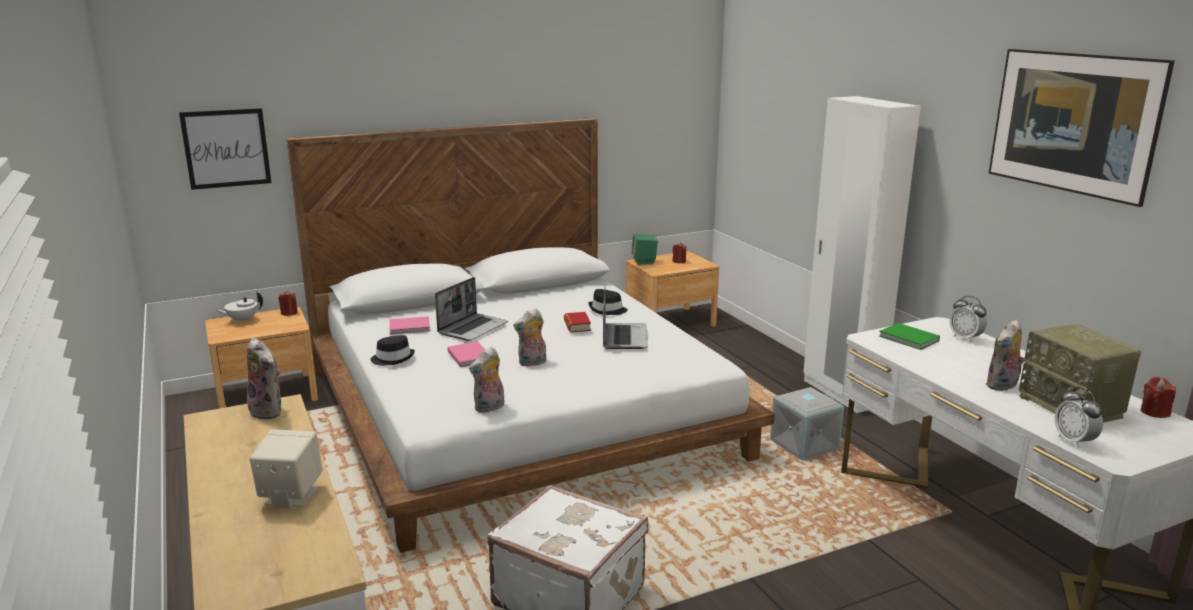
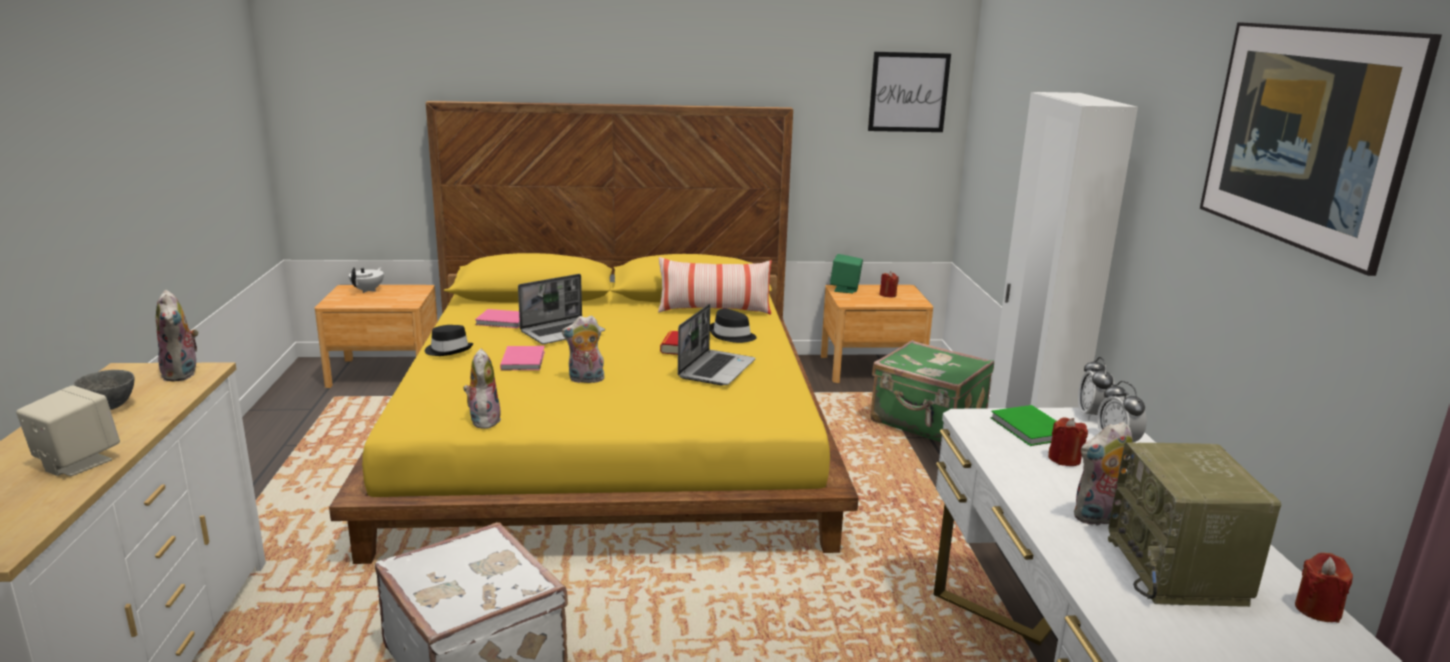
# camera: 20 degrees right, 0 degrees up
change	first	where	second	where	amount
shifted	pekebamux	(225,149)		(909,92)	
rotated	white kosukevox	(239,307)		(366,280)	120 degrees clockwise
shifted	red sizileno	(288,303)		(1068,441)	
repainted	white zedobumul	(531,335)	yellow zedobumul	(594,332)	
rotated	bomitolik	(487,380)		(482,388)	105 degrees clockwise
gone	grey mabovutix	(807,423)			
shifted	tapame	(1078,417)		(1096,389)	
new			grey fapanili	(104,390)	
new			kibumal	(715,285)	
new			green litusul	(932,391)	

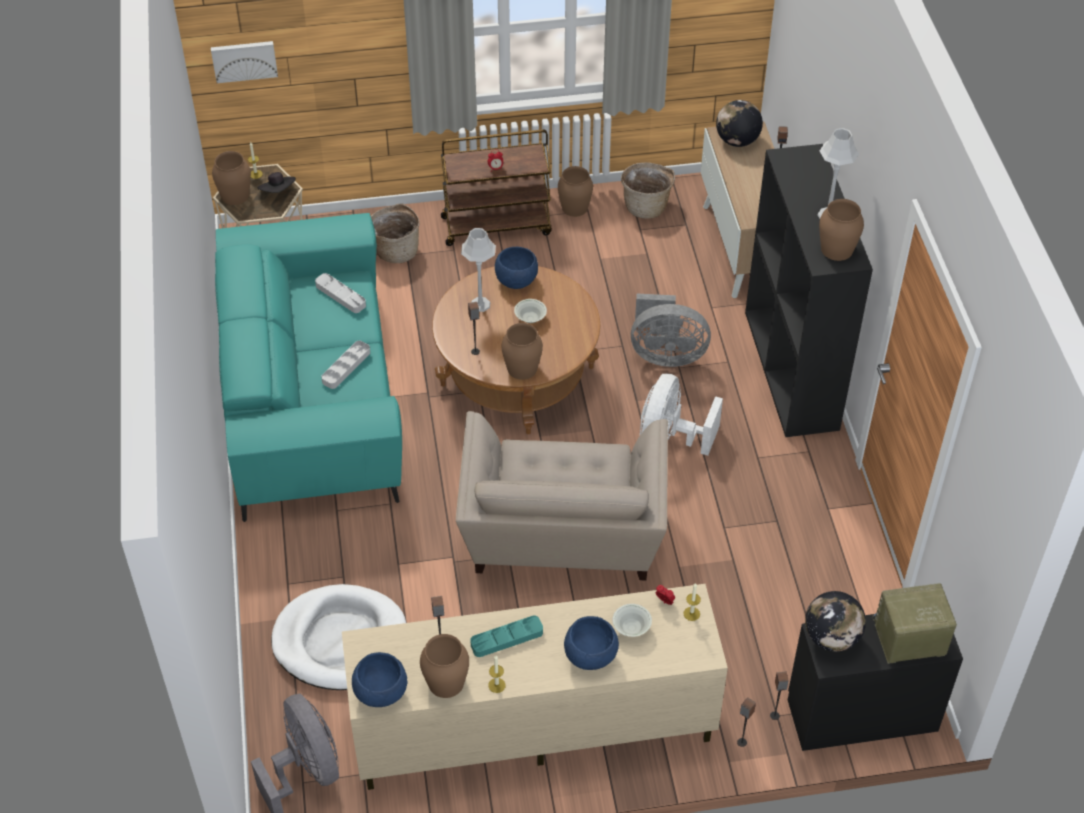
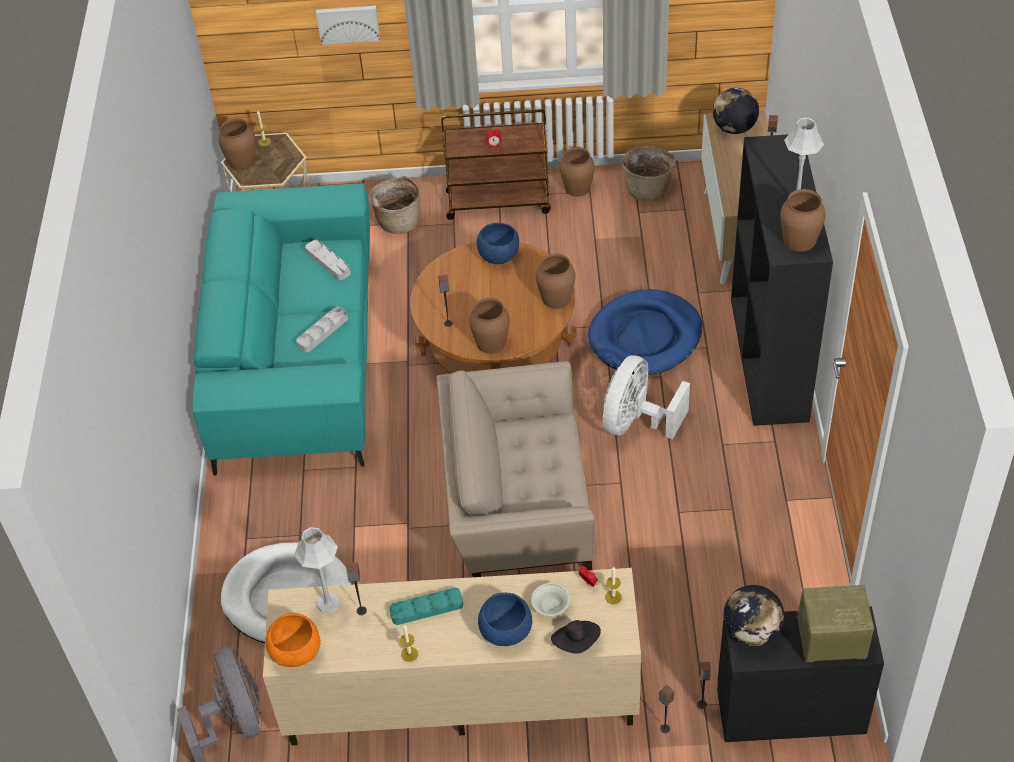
# camera: 10 degrees right, 0 degrees up
change	first	where	second	where	amount
shifted	pekebamux	(244,62)		(348,25)	
shifted	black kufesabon	(276,182)		(576,637)	
repainted	blue fapanili	(379,679)	orange fapanili	(293,640)	
shifted	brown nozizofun	(444,666)		(555,281)	
rotated	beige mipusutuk	(562,495)		(515,469)	75 degrees clockwise
shifted	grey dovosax	(478,270)		(317,570)	
gone	white fapanili	(530,311)			
swapped	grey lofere	(671,330)	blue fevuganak	(645,332)	

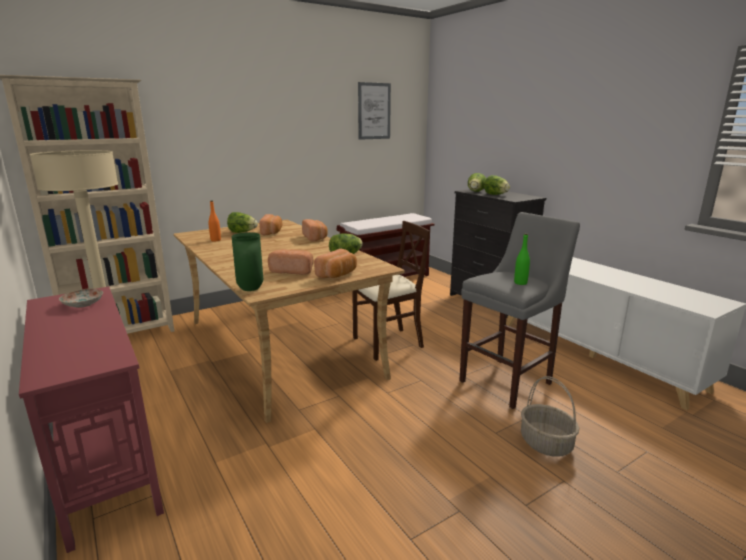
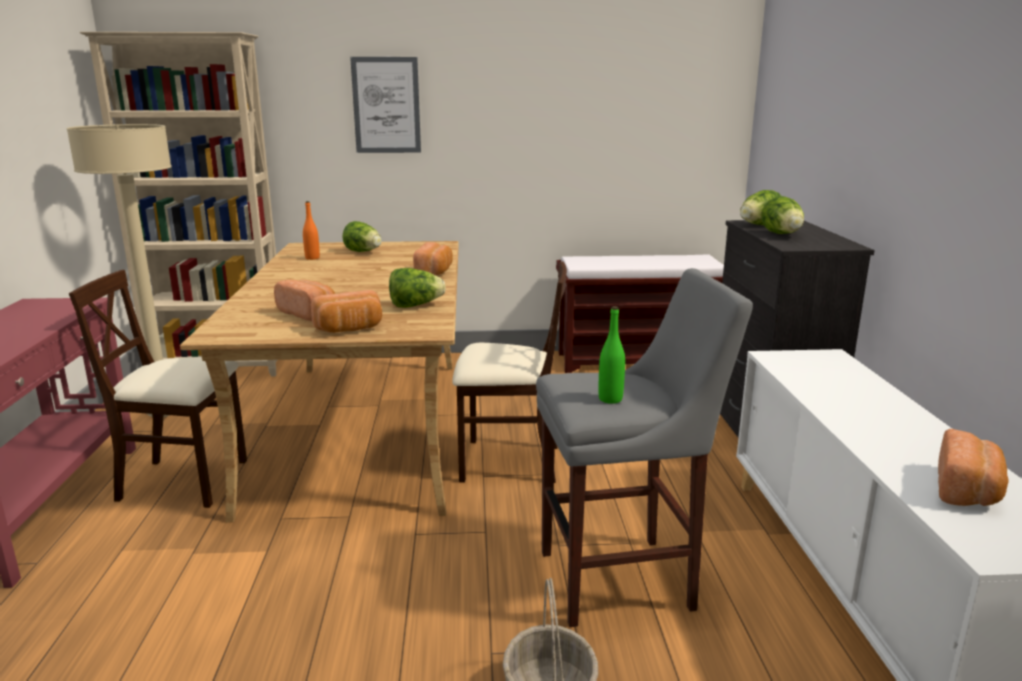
# camera: 30 degrees right, 0 degrees up
change	first	where	second	where	amount
gone	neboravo	(81,298)			
gone	green nozizofun	(247,261)			
shifted	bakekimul	(270,224)		(973,467)	
shifted	pekebamux	(374,111)		(385,105)	
new			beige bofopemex	(158,389)	

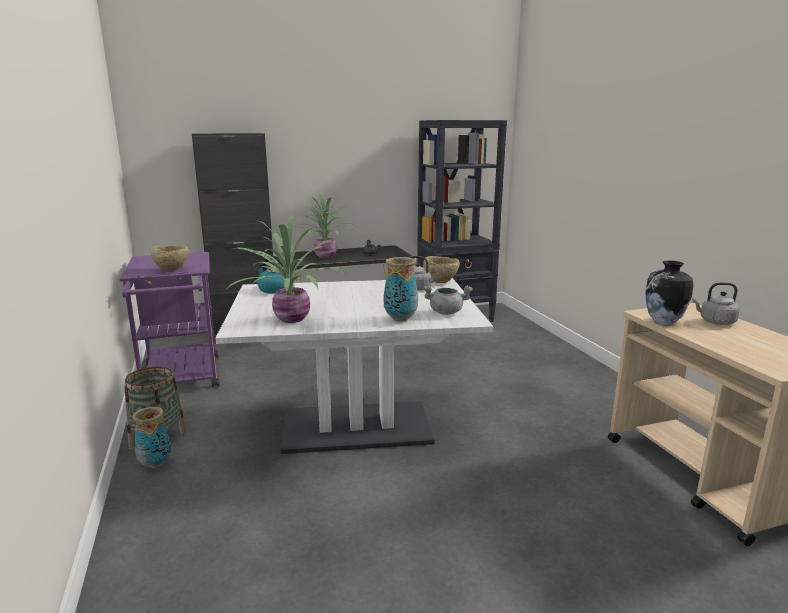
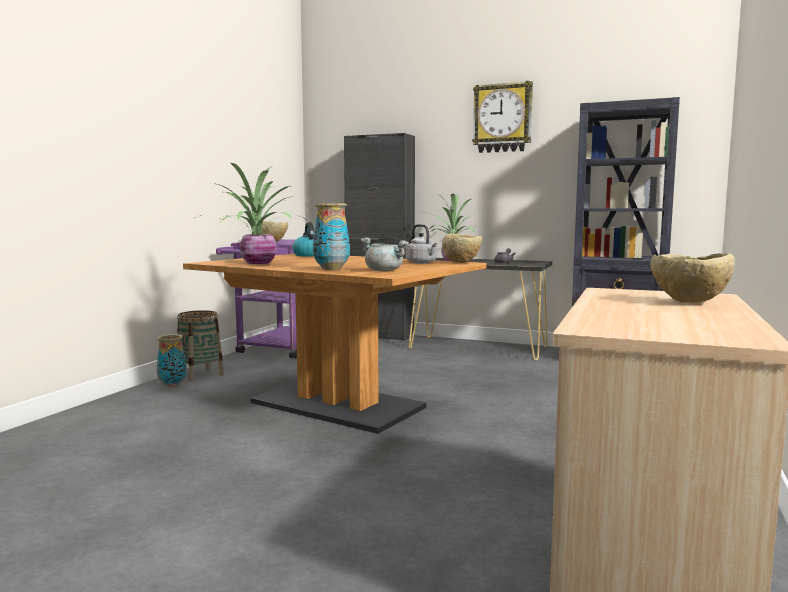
# camera: 40 degrees right, 10 degrees down
change	first	where	second	where	amount
repainted	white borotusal	(354,366)	brown borotusal	(335,344)	
gone	nozizofun	(669,292)			
swapped	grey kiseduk	(716,303)	beige fapanili	(692,278)	
new			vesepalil	(502,117)	

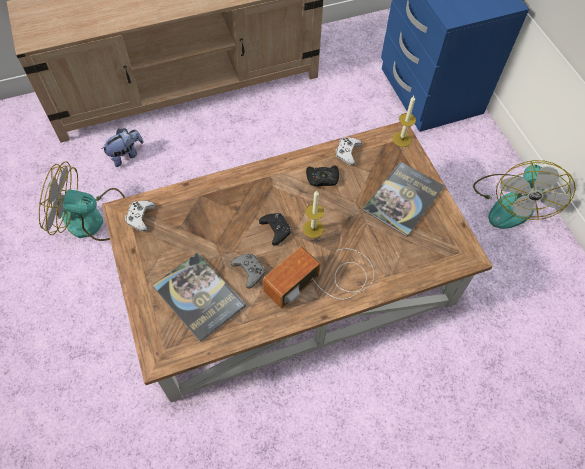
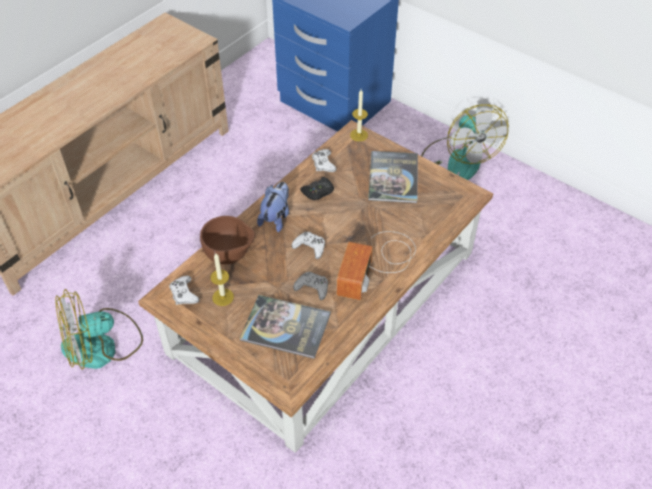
# camera: 30 degrees left, 10 degrees down
change	first	where	second	where	amount
shifted	bomitolik	(122,148)		(273,207)	
repainted	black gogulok	(275,229)	white gogulok	(308,245)	
shifted	sizileno	(313,214)		(222,279)	
new			brown fapanili	(227,240)	

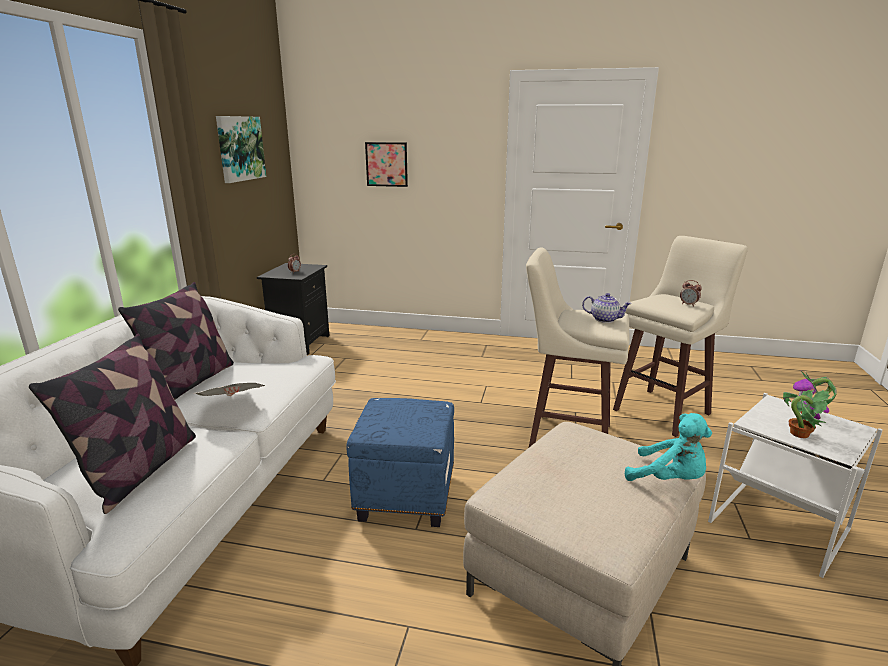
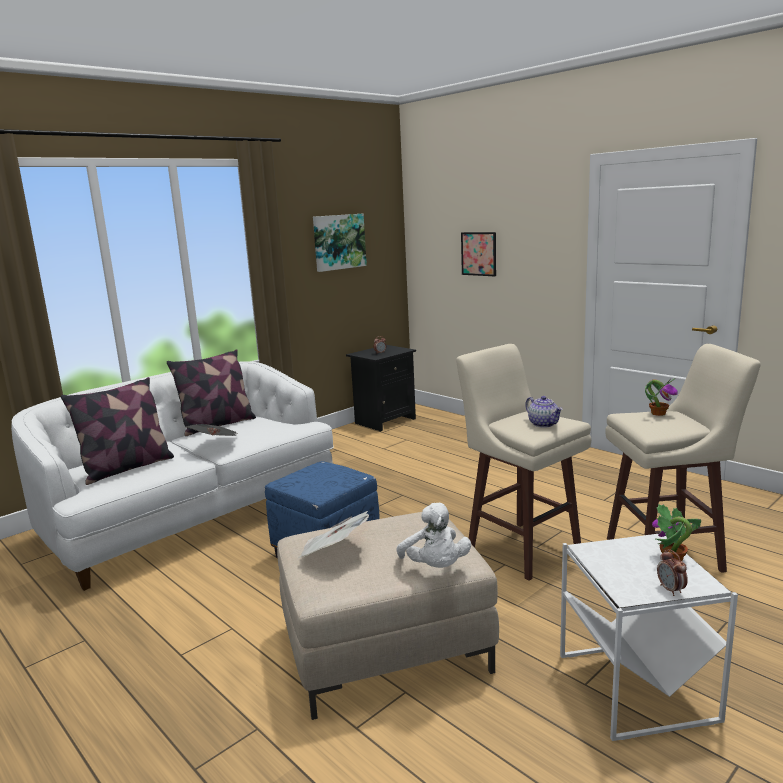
# camera: 35 degrees right, 5 degrees down
change	first	where	second	where	amount
repainted	turquoise bomitolik	(668,447)	white bomitolik	(433,535)	
shifted	tapame	(691,293)		(672,572)	
shifted	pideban	(806,413)		(661,397)	
new			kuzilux	(333,535)	

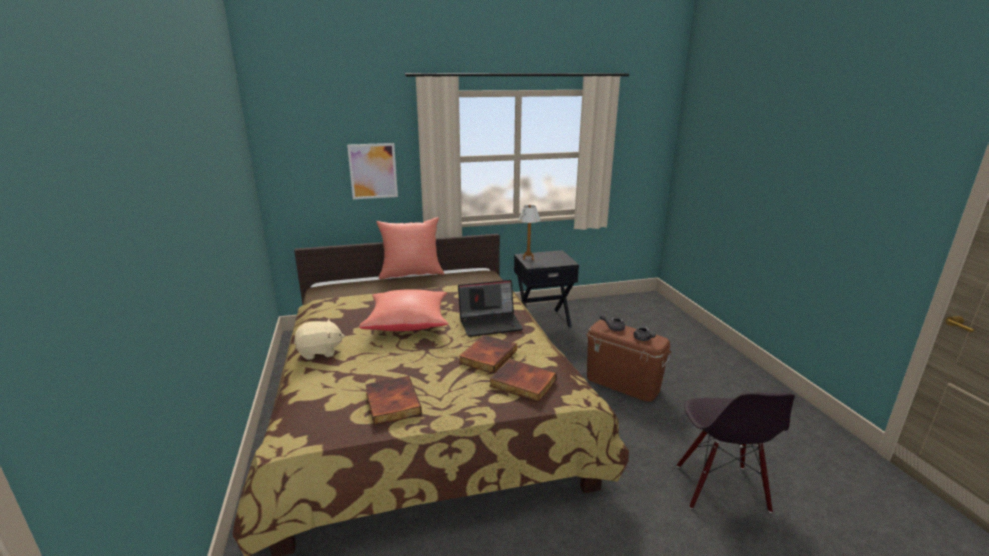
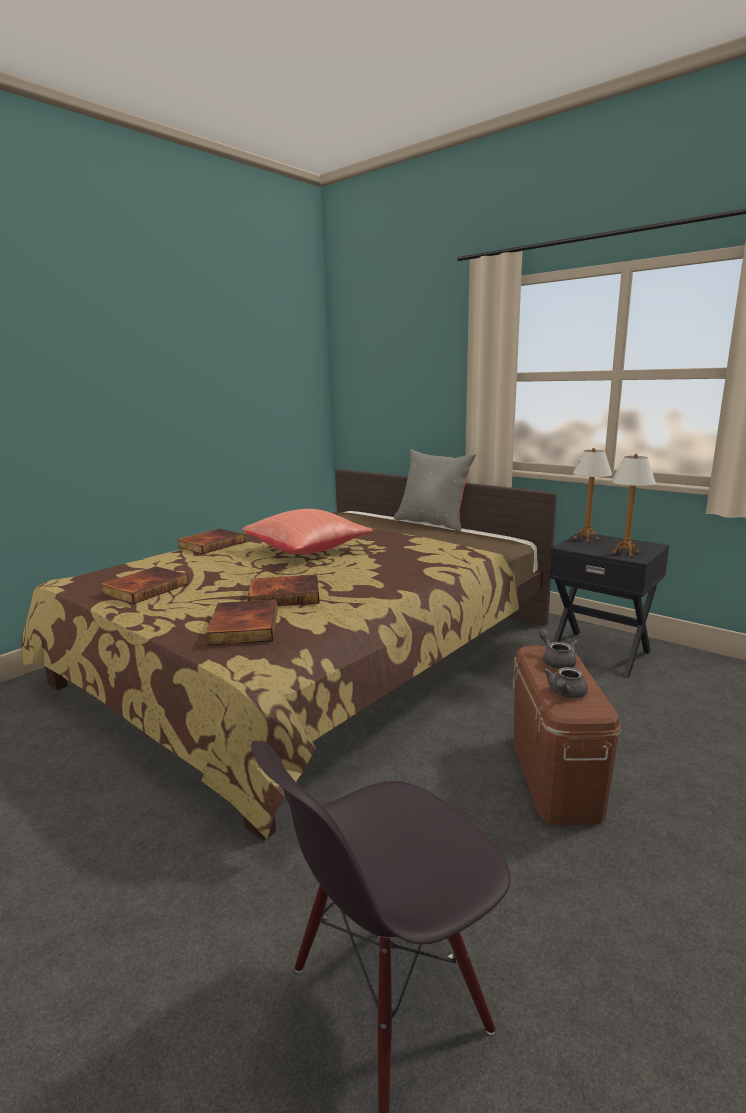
# camera: 55 degrees right, 5 degrees down
change	first	where	second	where	amount
swapped	beige bomitolik	(319,339)	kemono	(211,541)	
gone	pekebamux	(372,171)			
repainted	red kibumal	(410,248)	grey kibumal	(435,490)	
gone	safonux	(490,308)			
new			dovosax	(634,505)	

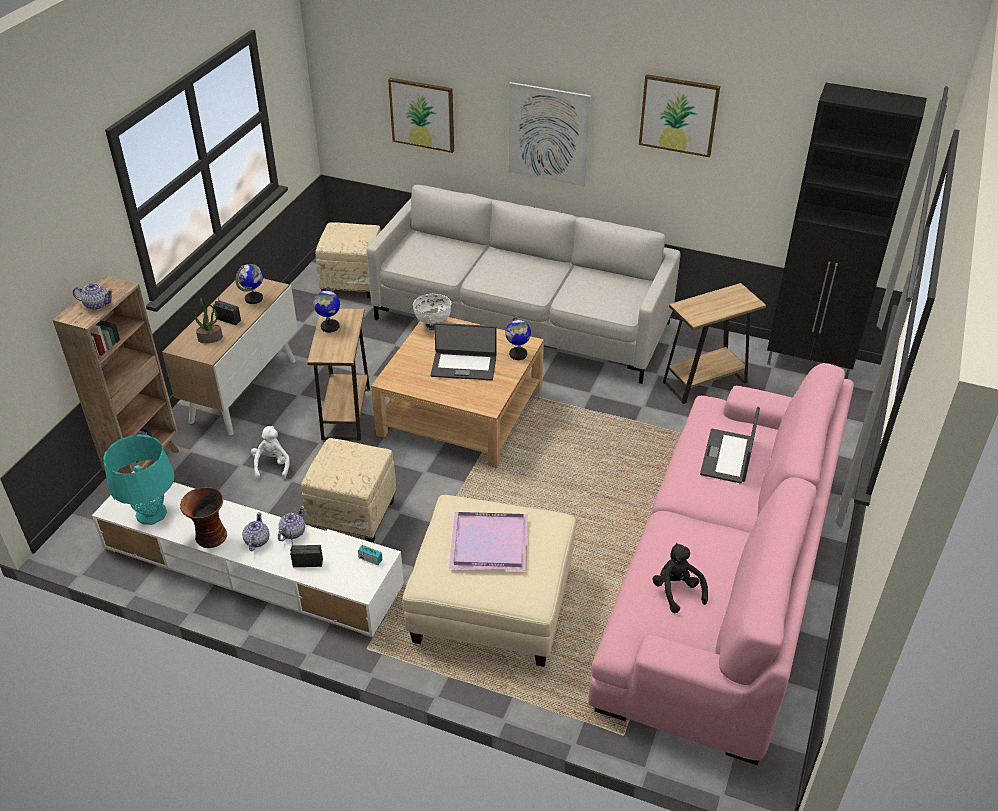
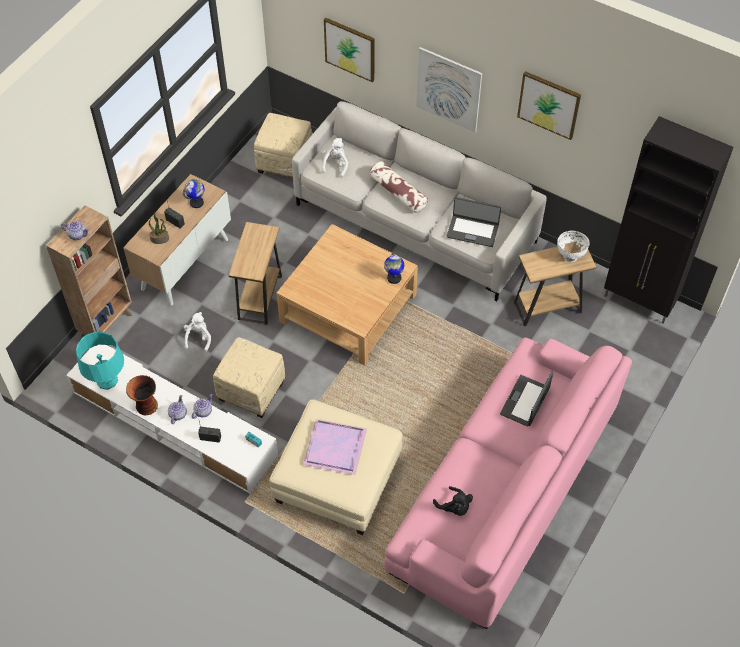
# camera: 10 degrees right, 15 degrees up
change	first	where	second	where	amount
gone	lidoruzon	(326,309)			
shifted	white fapanili	(432,313)		(573,246)	
shifted	safonux	(463,351)		(474,222)	
rotated	black bomitolik	(680,578)		(453,501)	150 degrees clockwise
new			white bomitolik	(335,158)	
new			kibumal	(399,187)	

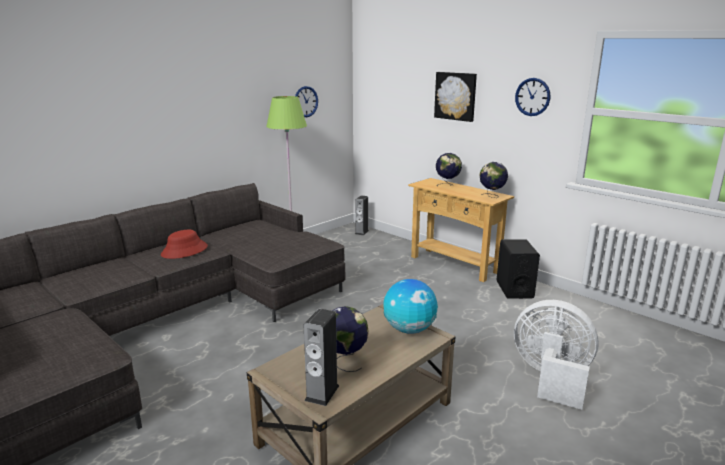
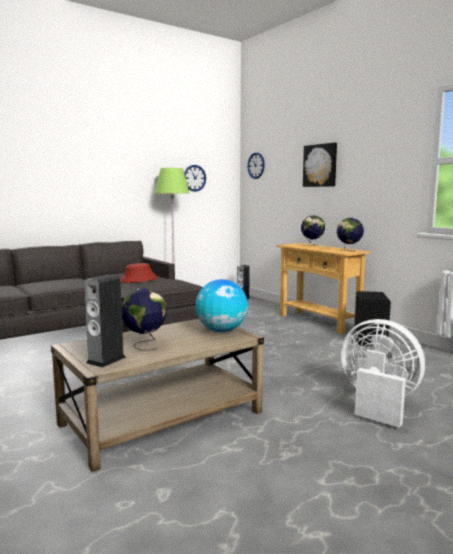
# camera: 10 degrees right, 10 degrees down
change	first	where	second	where	amount
shifted	red kufesabon	(184,244)		(139,273)	
shifted	vesepalil	(532,97)		(256,165)	

